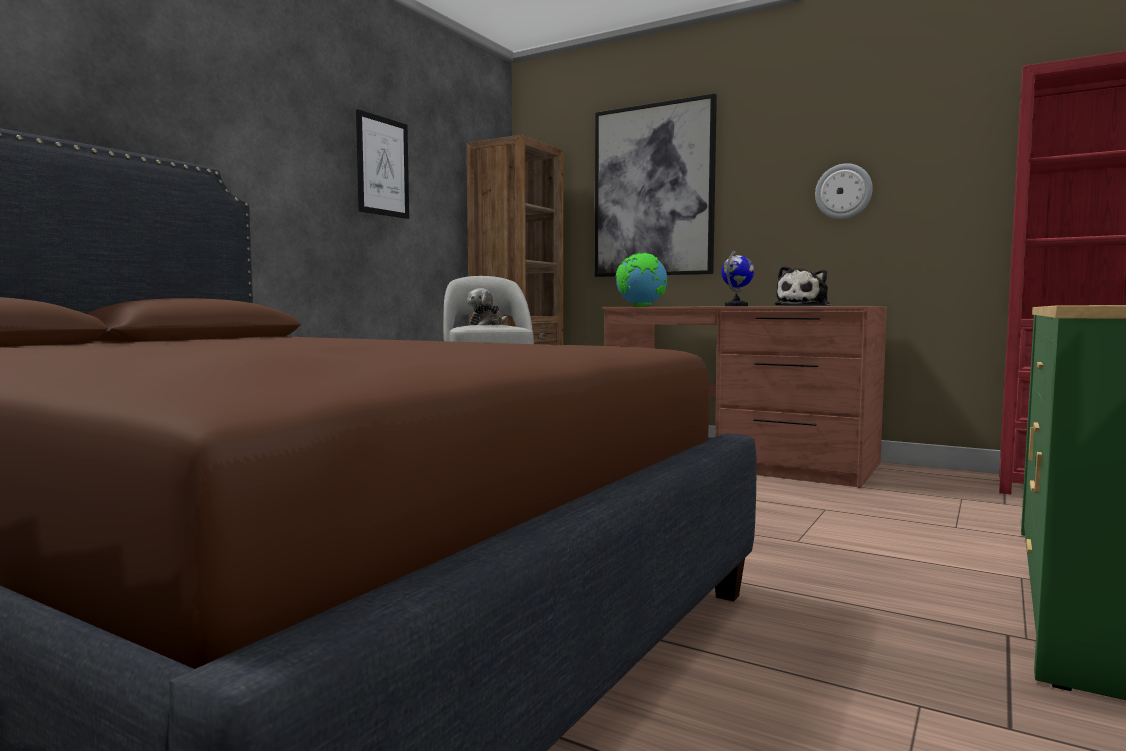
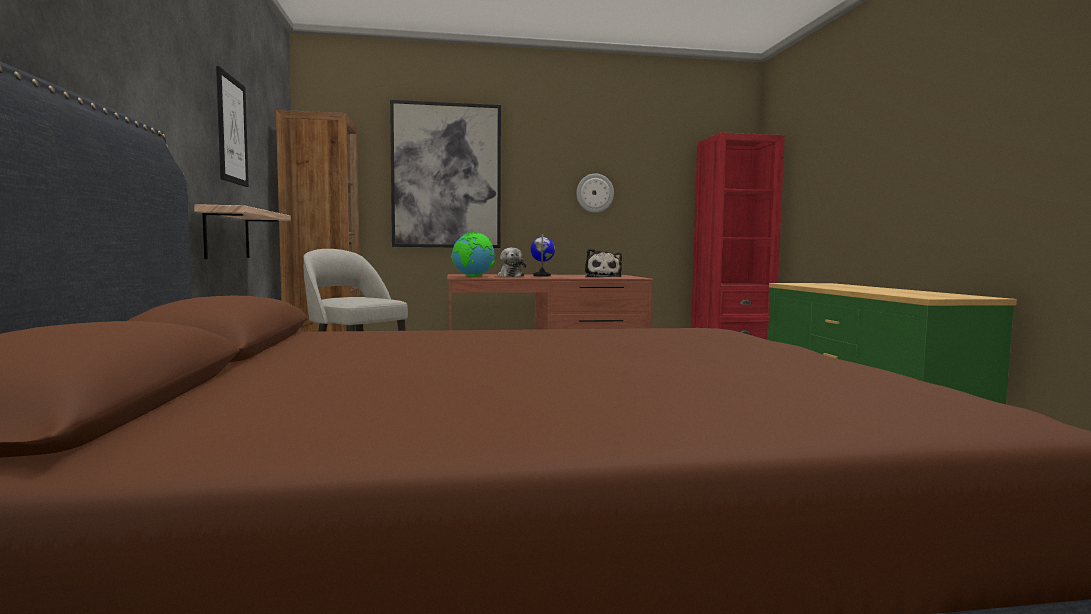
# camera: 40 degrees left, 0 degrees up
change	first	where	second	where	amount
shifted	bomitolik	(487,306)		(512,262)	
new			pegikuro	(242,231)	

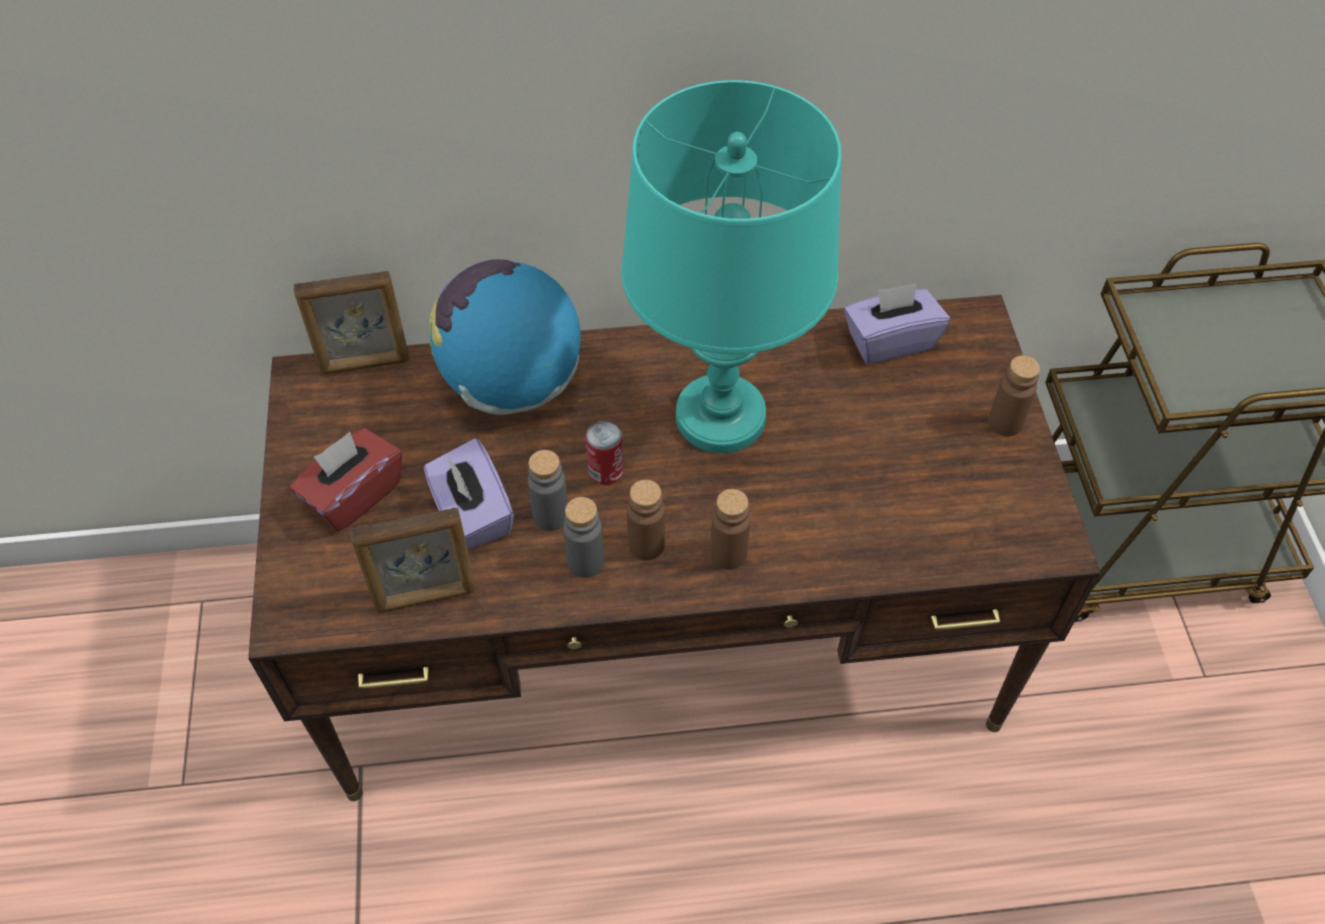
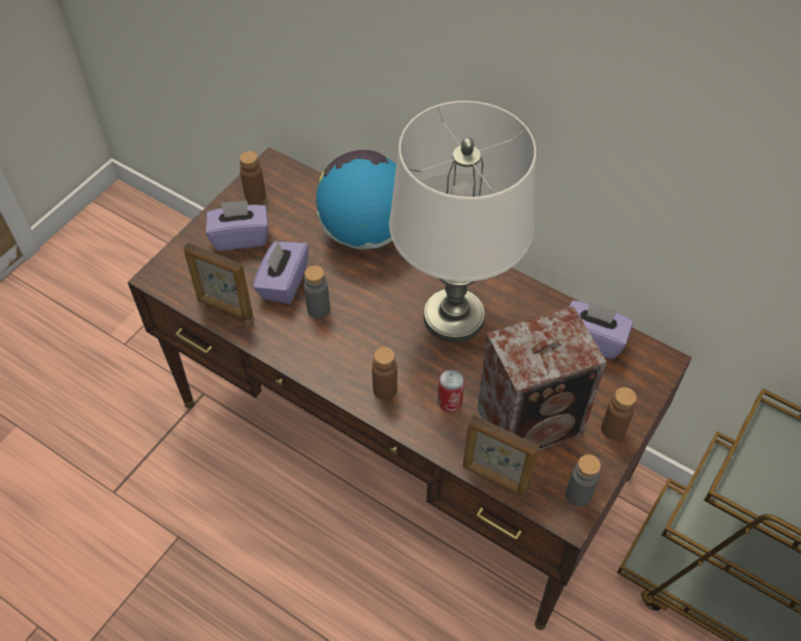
# camera: 40 degrees right, 0 degrees up
change	first	where	second	where	amount
repainted	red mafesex	(346,479)	purple mafesex	(237,226)	
shifted	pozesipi	(351,322)		(501,455)	
shifted	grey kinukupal	(583,537)		(583,480)	
shifted	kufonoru	(604,453)		(451,390)	
repainted	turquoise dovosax	(731,266)	white dovosax	(462,222)	
shifted	brown kinukupal	(646,520)		(253,177)	
new			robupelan	(542,378)	

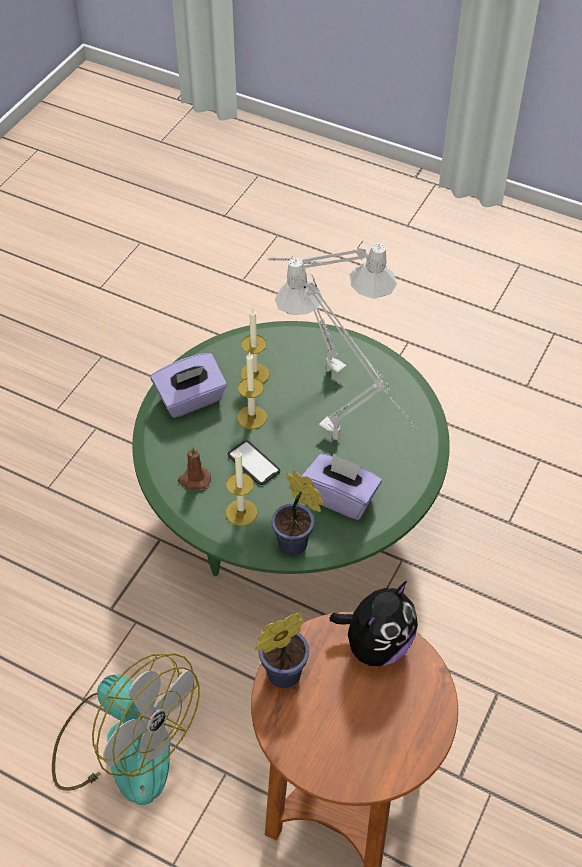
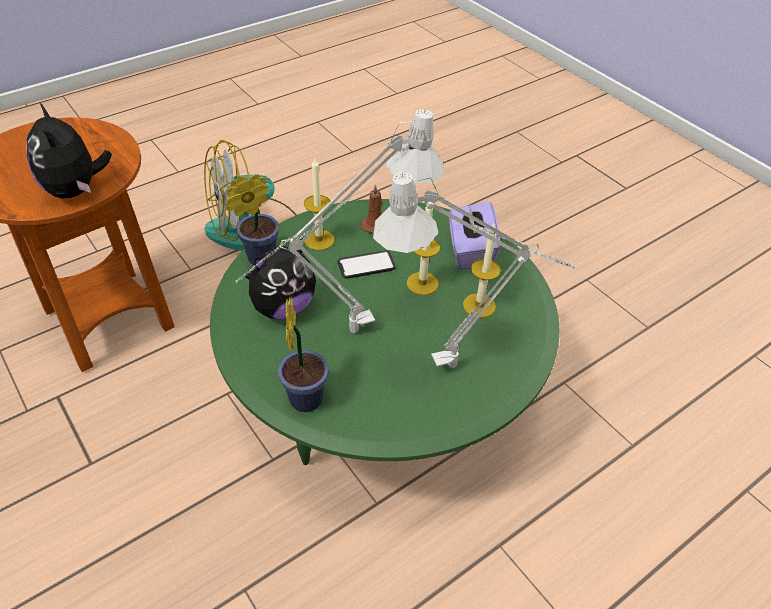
# camera: 115 degrees right, 5 degrees down
change	first	where	second	where	amount
shifted	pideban	(282,650)		(303,354)	
swapped	purple mafesex	(341,486)	bomitolik	(280,279)	

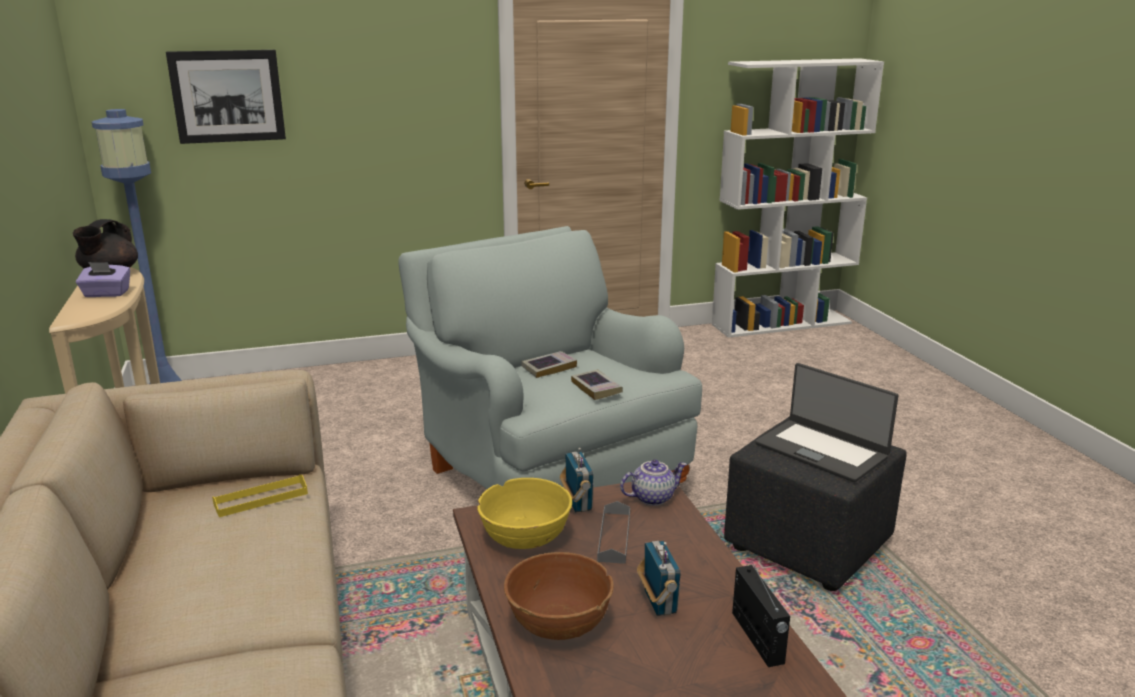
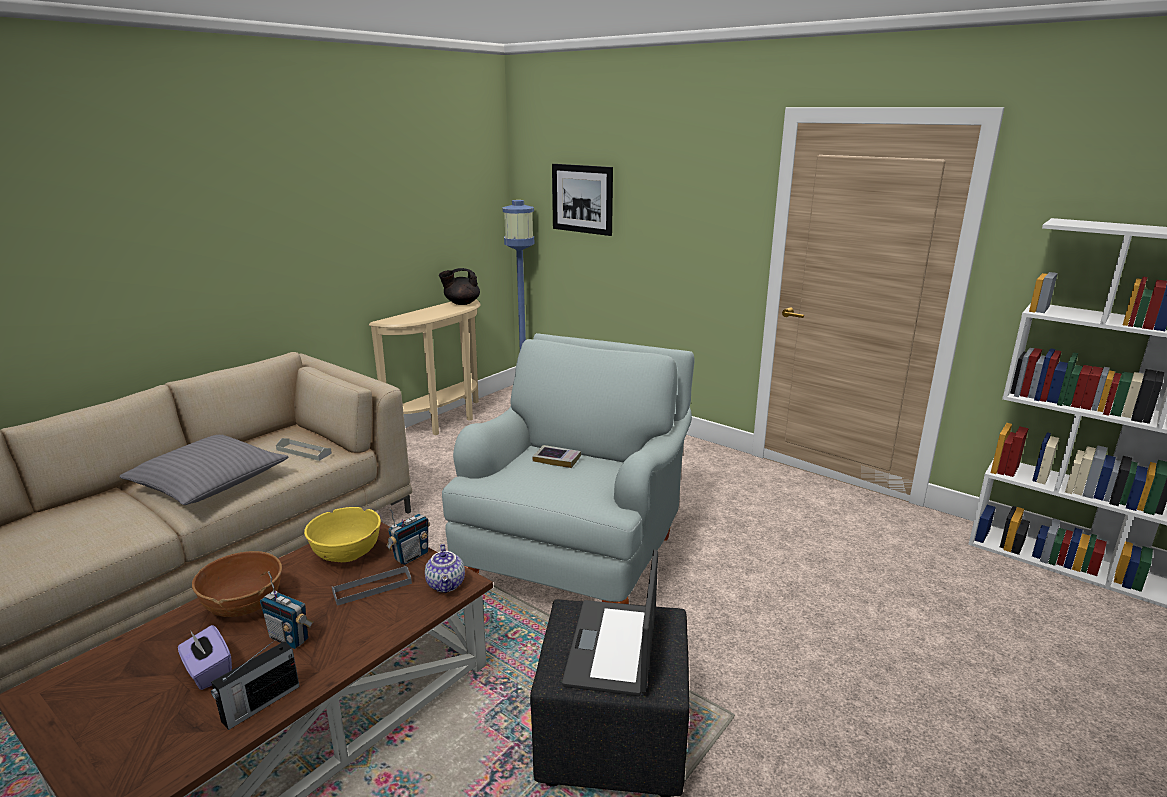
# camera: 55 degrees right, 0 degrees up
change	first	where	second	where	amount
shifted	purple mafesex	(103,279)		(205,657)	
repainted	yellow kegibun	(260,496)	grey kegibun	(304,449)	
gone	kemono	(597,384)			
rotated	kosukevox	(653,483)		(445,568)	45 degrees clockwise
rotated	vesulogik	(659,578)		(286,610)	75 degrees clockwise
new			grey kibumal	(203,470)	

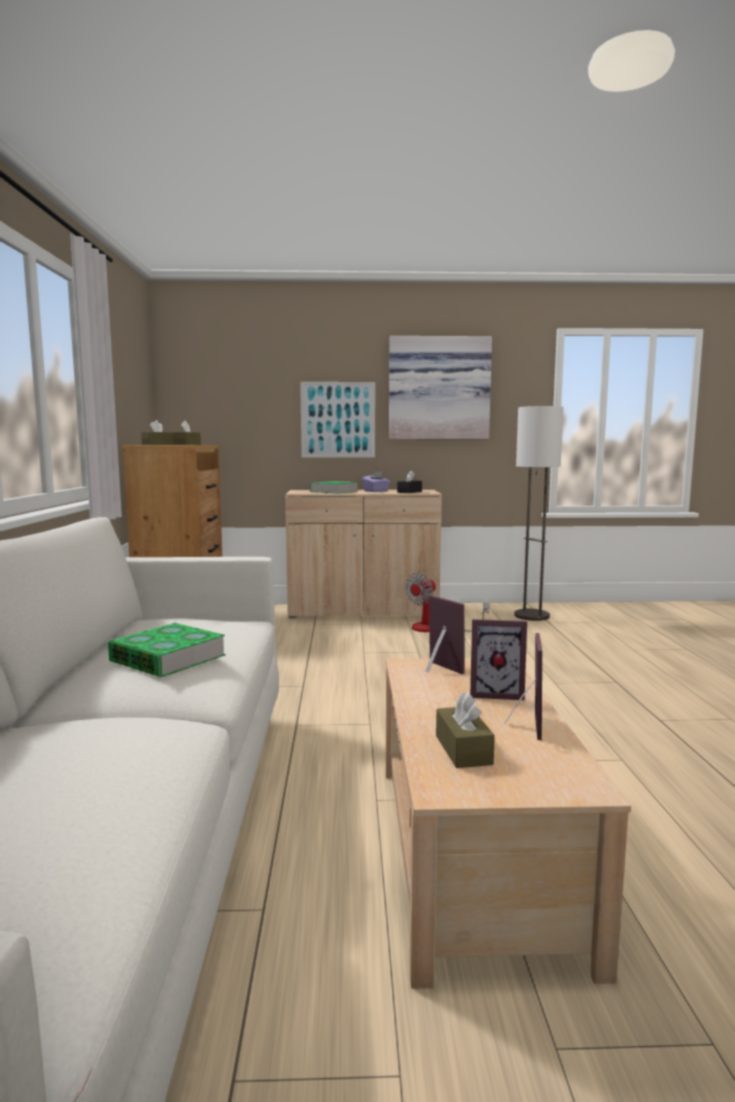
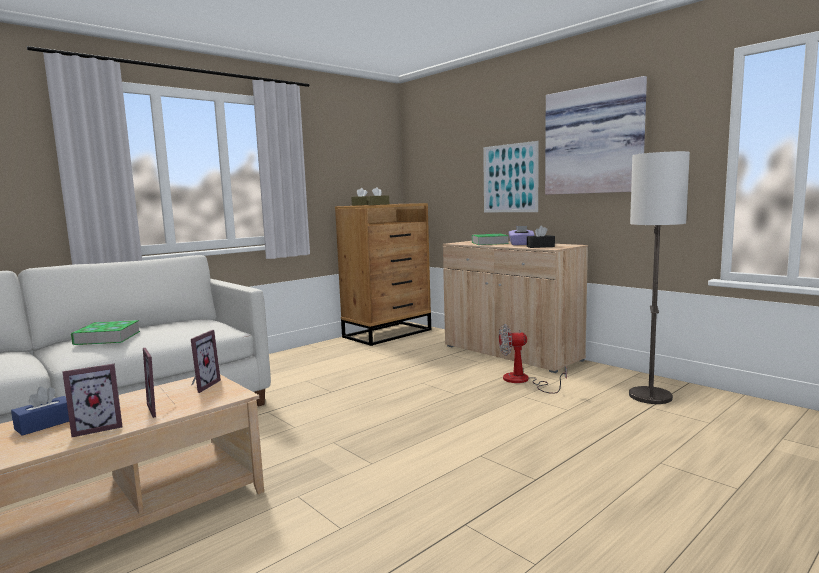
# camera: 50 degrees right, 0 degrees up
change	first	where	second	where	amount
repainted	brown mafesex	(465,730)	blue mafesex	(40,411)	

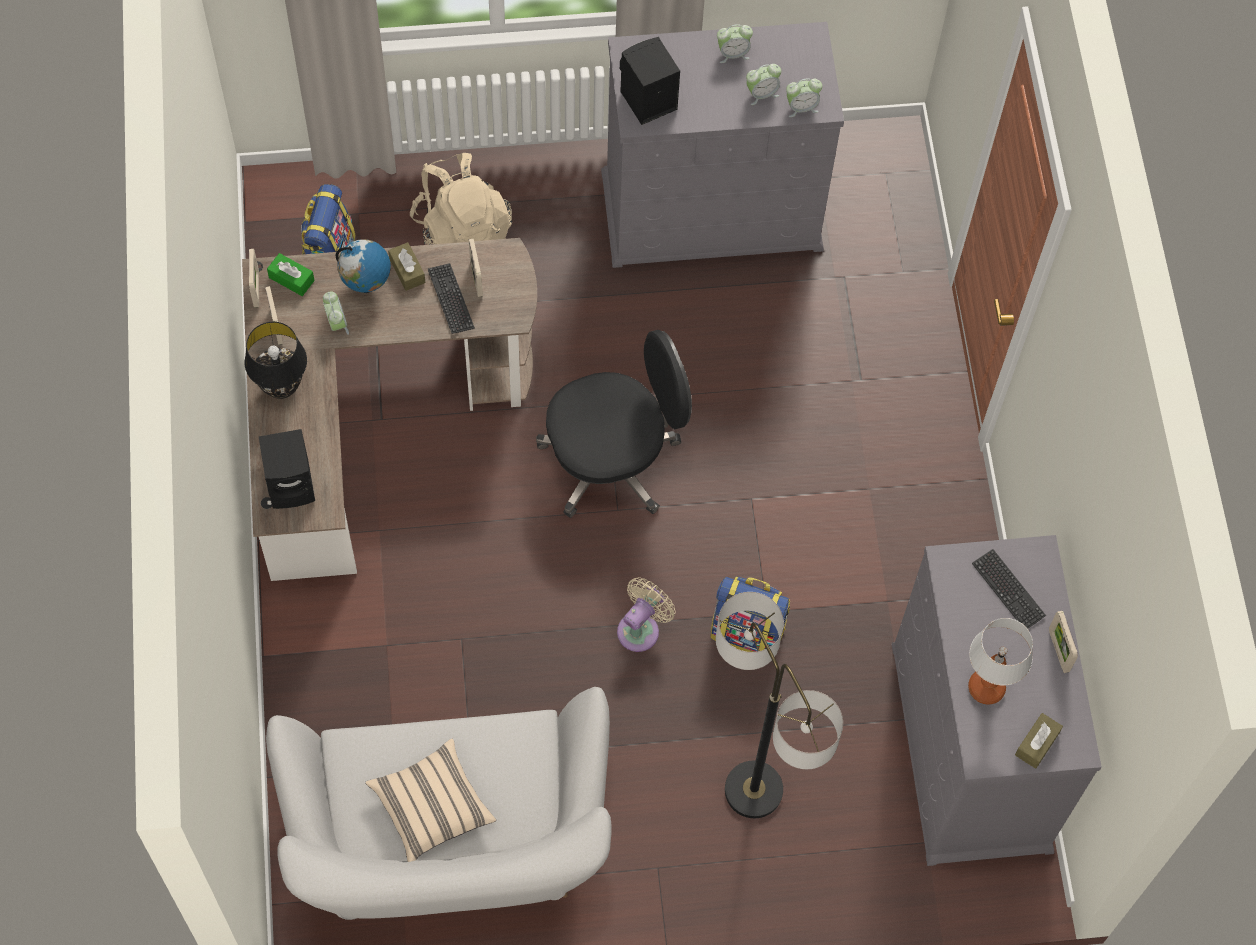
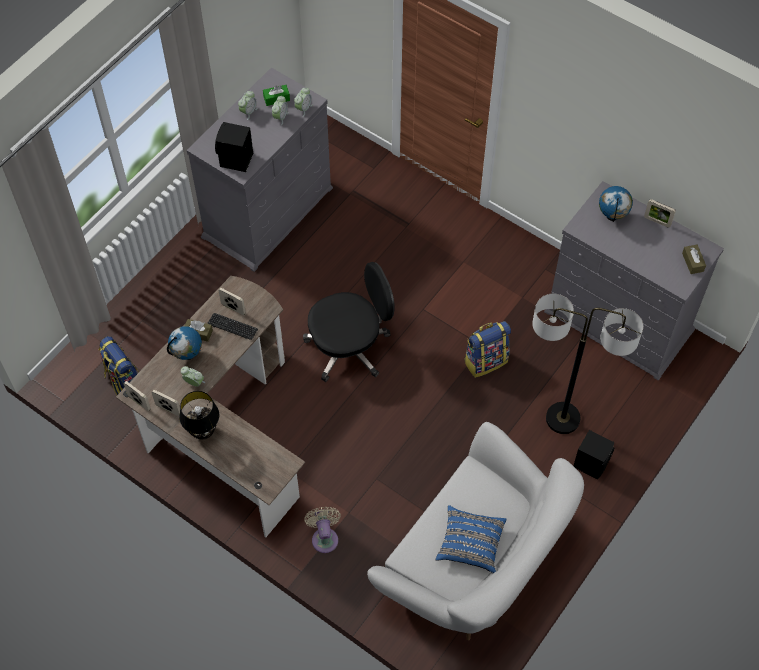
# camera: 45 degrees left, 5 degrees down
change	first	where	second	where	amount
shifted	black robupelan	(287,469)		(594,455)	
shifted	green mafesex	(291,274)		(276,95)	
repainted	beige kibumal	(430,800)	blue kibumal	(471,539)	
gone	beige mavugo	(461,199)			
rotated	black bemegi	(614,424)		(349,322)	45 degrees clockwise
shifted	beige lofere	(646,614)		(322,530)	
gone	dovosax	(1000,661)			
swapped	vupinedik	(1009,589)	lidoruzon	(616,204)	

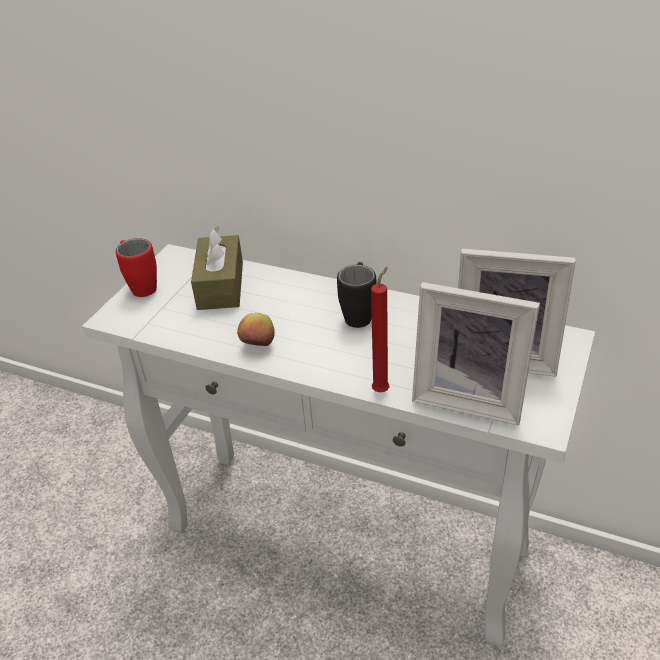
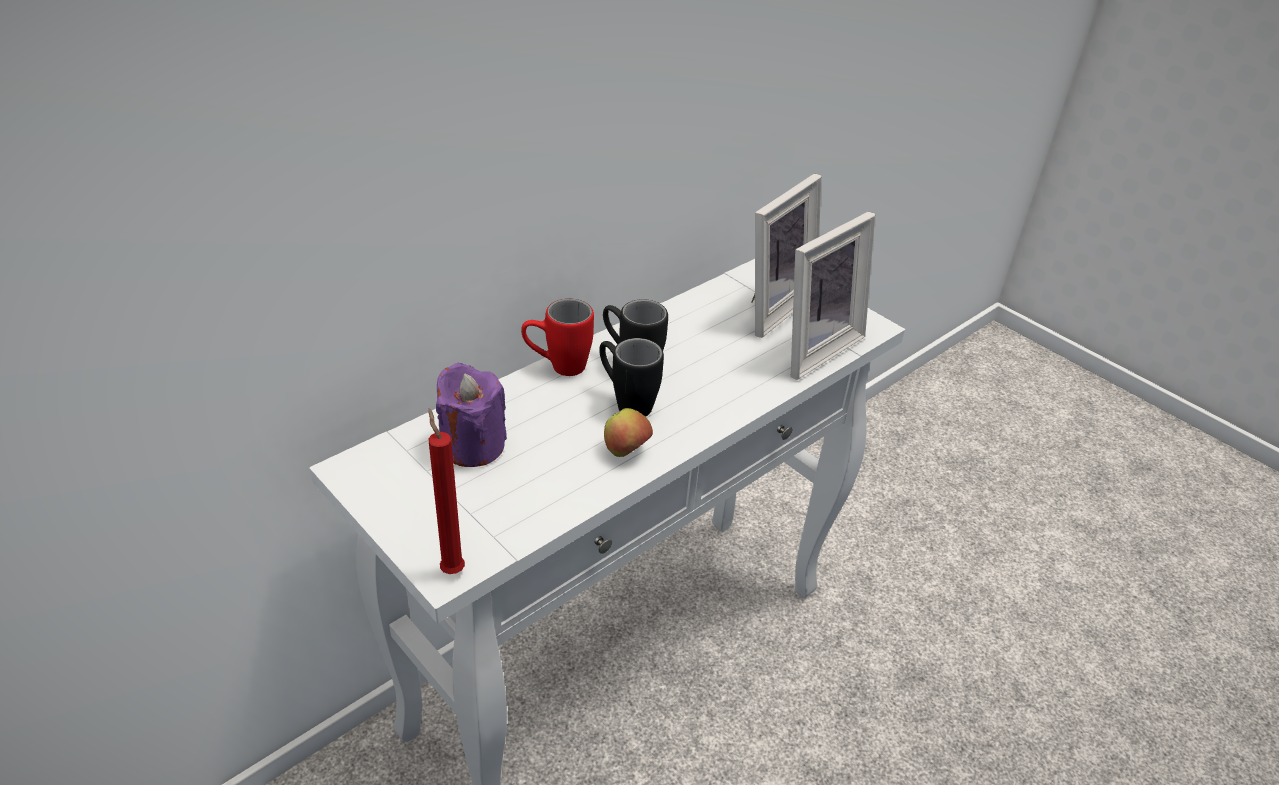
# camera: 70 degrees left, 0 degrees up
change	first	where	second	where	amount
shifted	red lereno	(136,267)		(557,337)	
swapped	brown mafesex	(217,268)	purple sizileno	(471,415)	
shifted	red sizileno	(380,329)		(446,491)	
new			black lereno	(631,377)	

